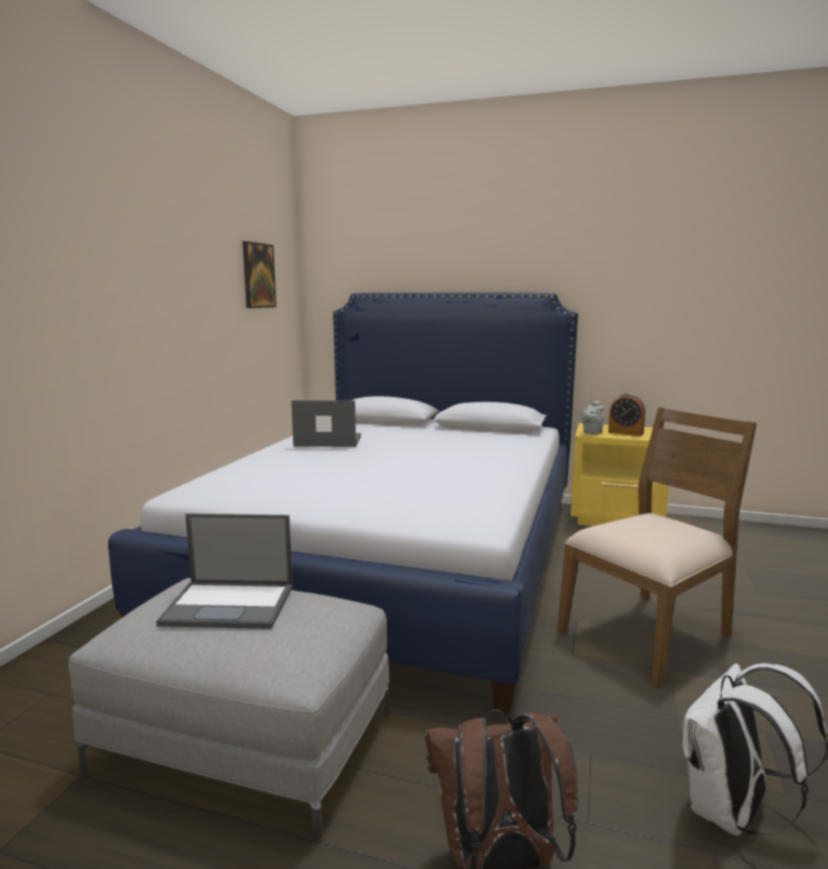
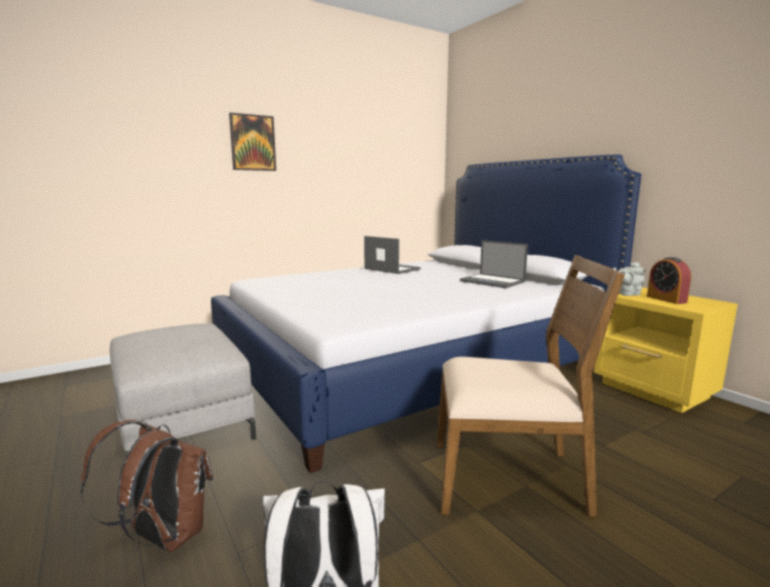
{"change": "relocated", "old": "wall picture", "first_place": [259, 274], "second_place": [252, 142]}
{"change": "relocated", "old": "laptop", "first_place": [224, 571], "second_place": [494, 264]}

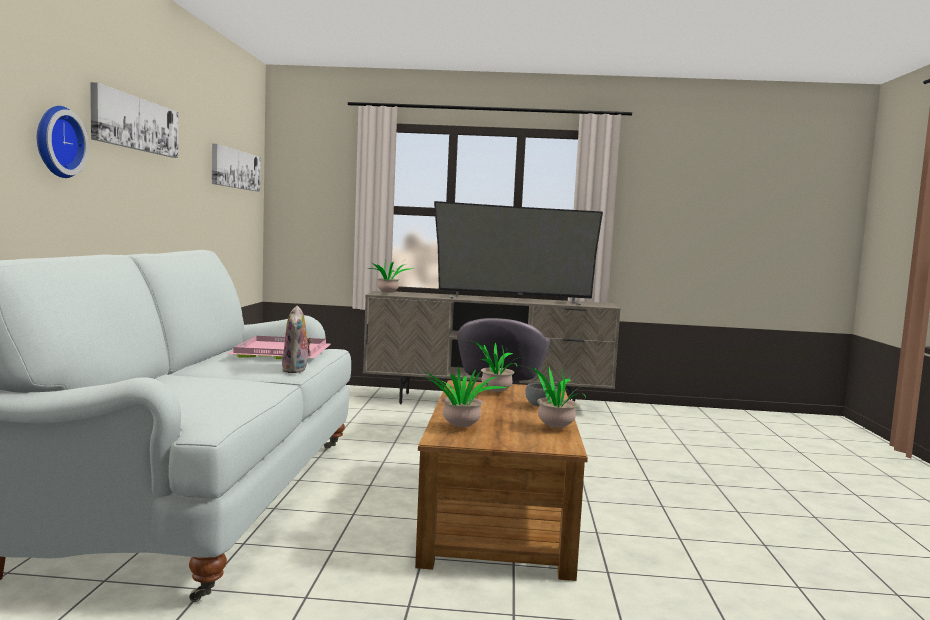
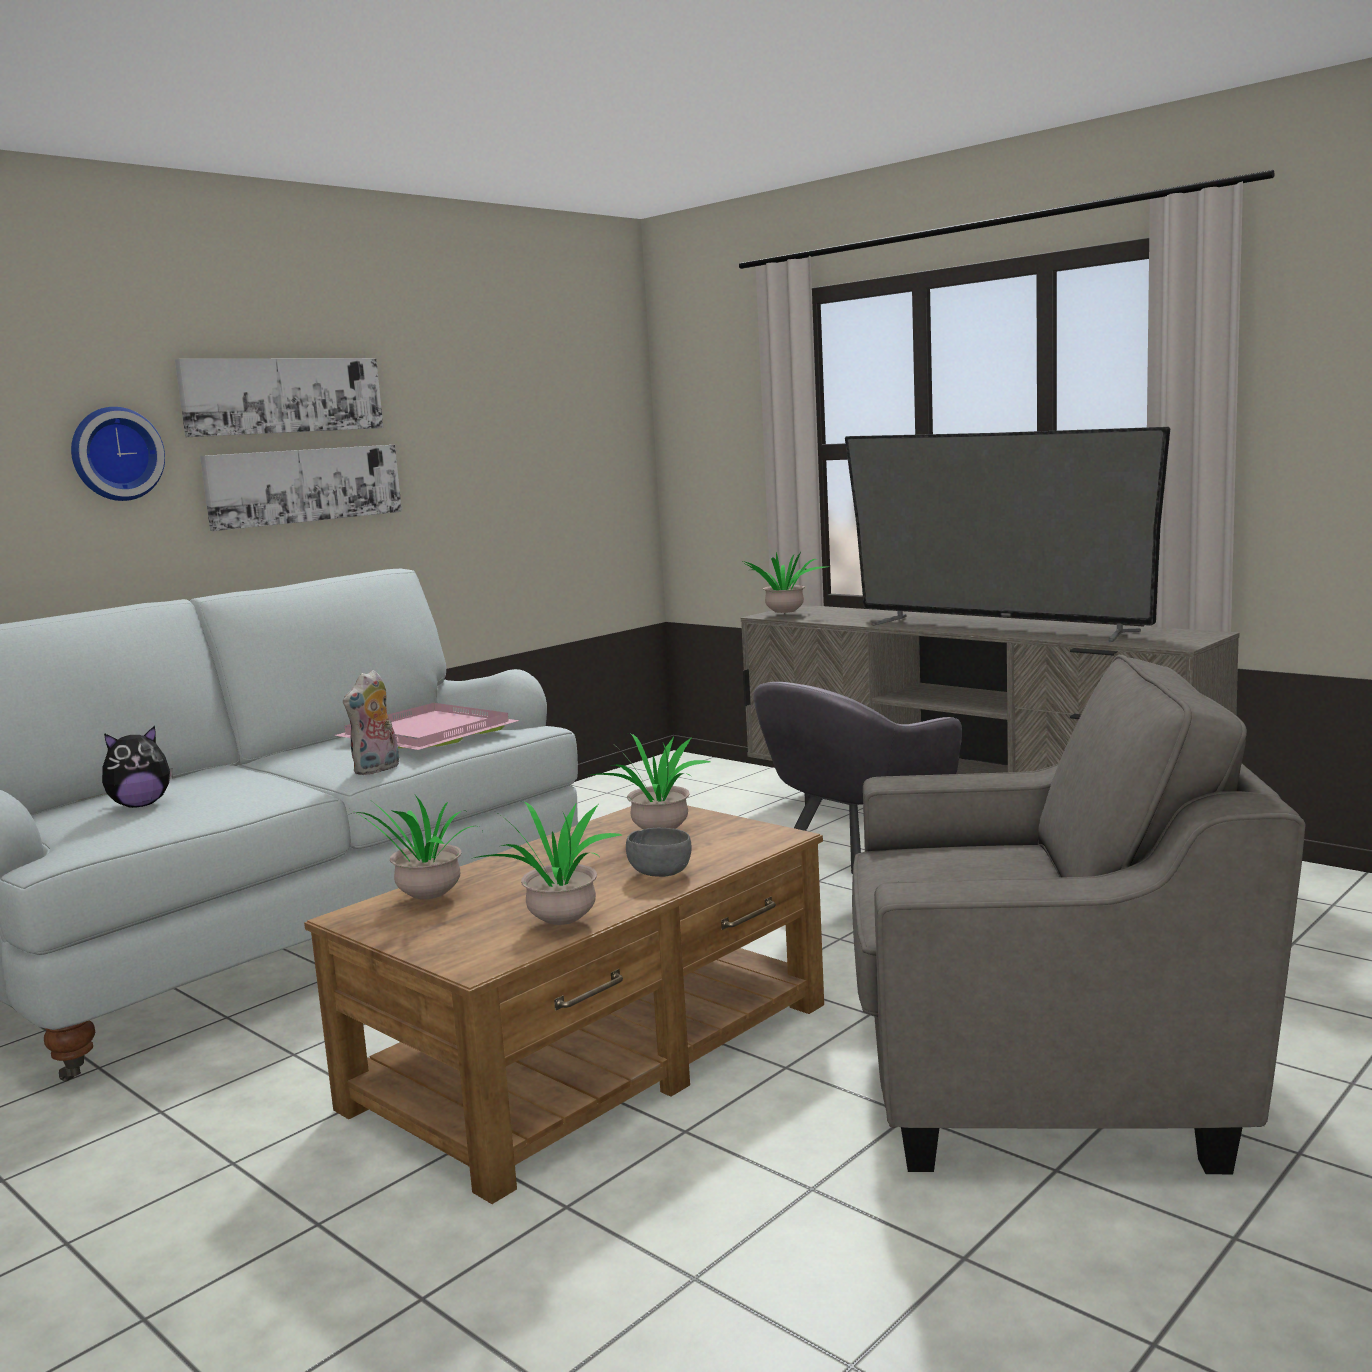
{"change": "relocated", "old": "wall picture", "first_place": [236, 167], "second_place": [301, 488]}
{"change": "appeared", "new": "lounge chair/greyish", "second_place": [1079, 914]}
{"change": "appeared", "new": "soft toy", "second_place": [137, 767]}

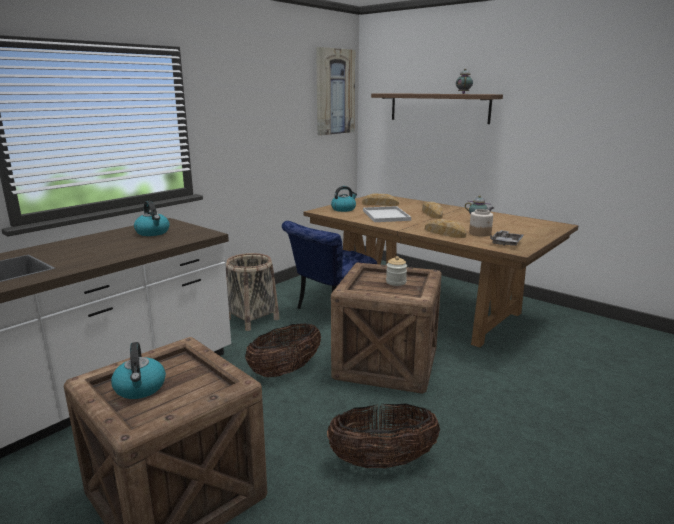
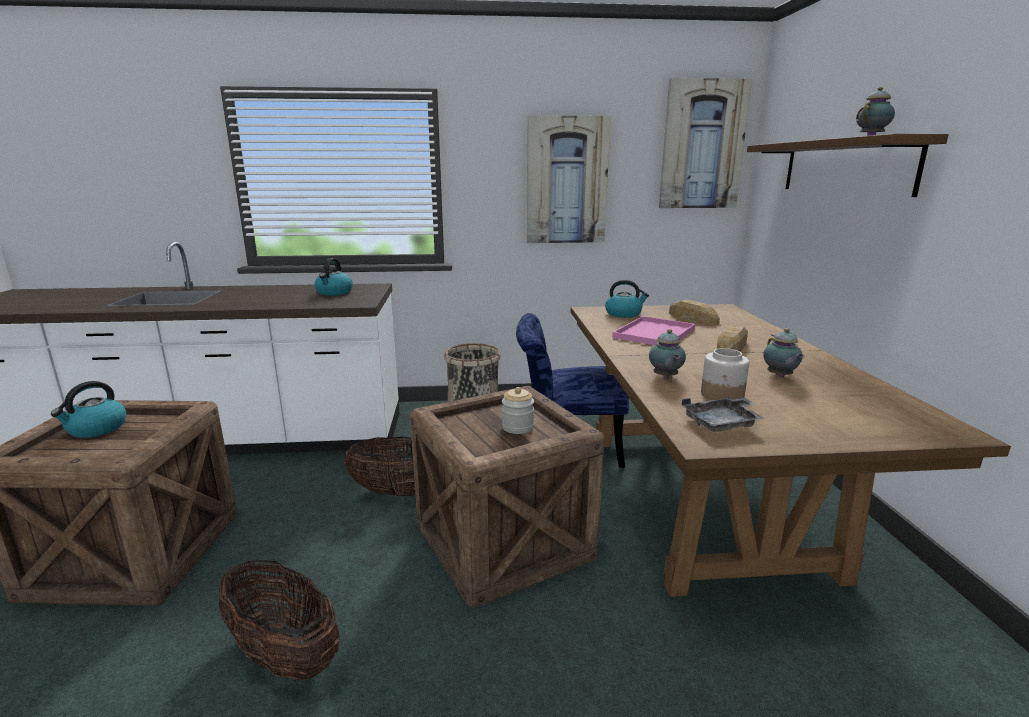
{"change": "colour", "old": "tray/white-coloured", "new": "tray/pink-coloured", "first_place": [387, 214], "second_place": [653, 330]}
{"change": "exchanged", "old": "baked bread", "new": "tea pot", "first_place": [445, 228], "second_place": [667, 353]}
{"change": "appeared", "new": "wall picture", "second_place": [569, 179]}

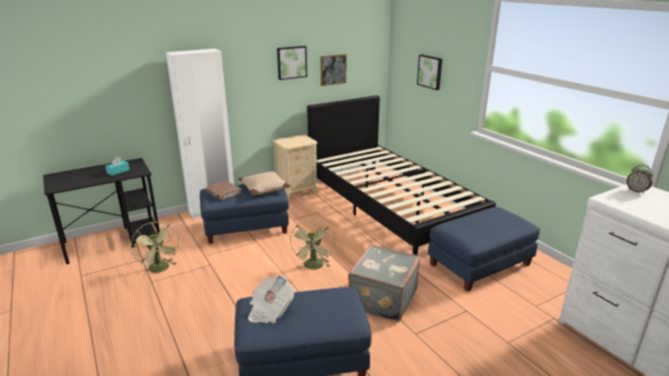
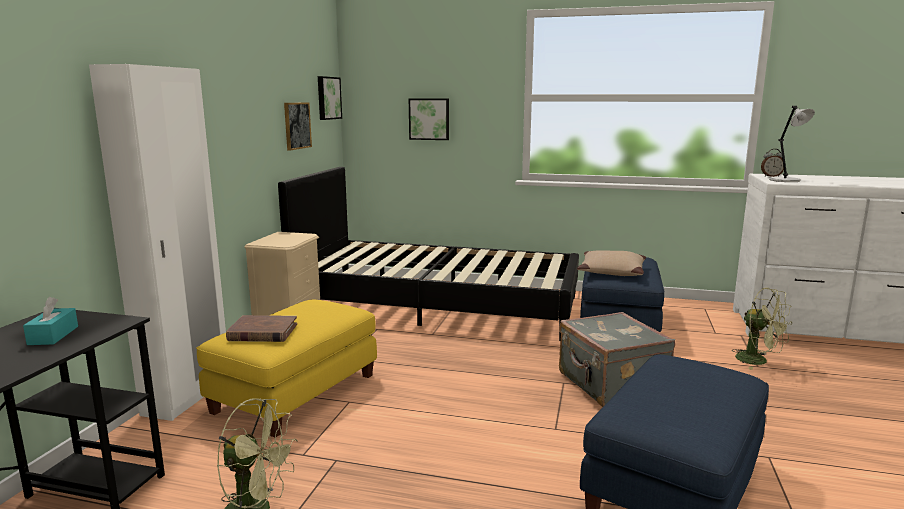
{"change": "relocated", "old": "wall picture", "first_place": [292, 63], "second_place": [330, 98]}
{"change": "relocated", "old": "throw pillow/sand-coloured", "first_place": [264, 183], "second_place": [611, 263]}
{"change": "colour", "old": "footrest/blue-coloured", "new": "footrest/yellow-coloured", "first_place": [244, 214], "second_place": [286, 368]}
{"change": "relocated", "old": "fan/green", "first_place": [312, 245], "second_place": [762, 329]}
{"change": "missing", "old": "newspaper", "first_place": [271, 299]}
{"change": "appeared", "new": "tabletop lamp/greyish", "second_place": [792, 144]}

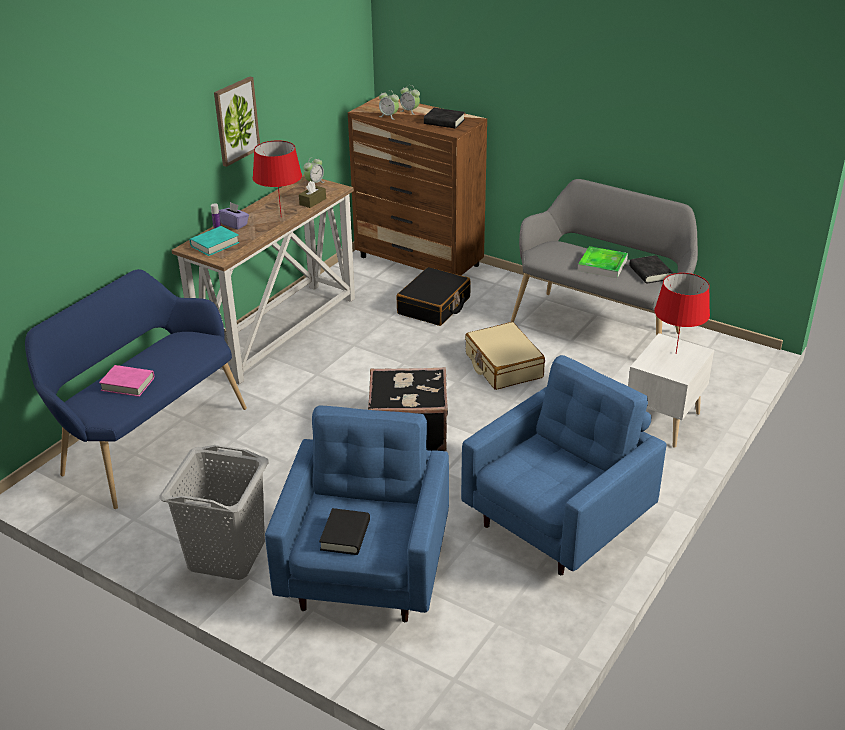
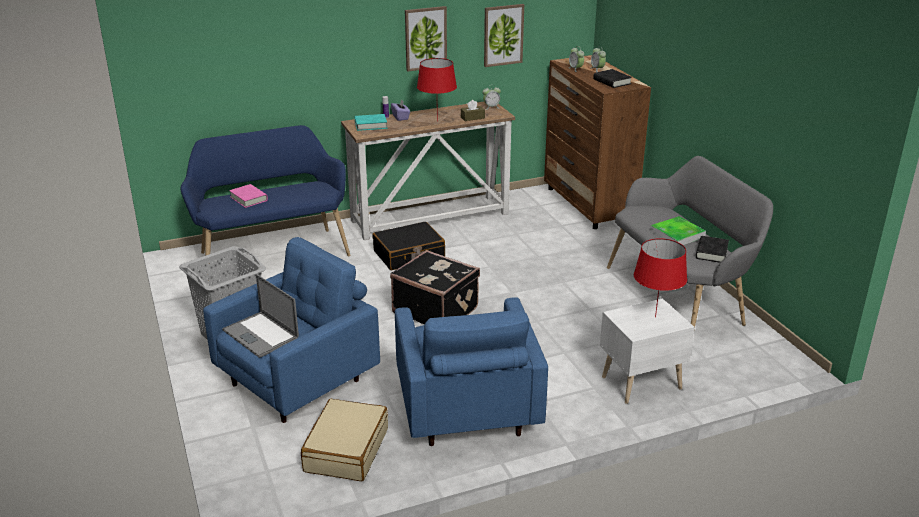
{"change": "relocated", "old": "piece of luggage/blackish", "first_place": [433, 296], "second_place": [409, 246]}
{"change": "relocated", "old": "piece of luggage/sand-coloured", "first_place": [505, 356], "second_place": [344, 440]}
{"change": "spun", "old": "lounge chair/blue-coloured", "first_place": [563, 465], "second_place": [471, 371], "degrees": 90}
{"change": "exchanged", "old": "book/blackish", "new": "laptop", "first_place": [344, 531], "second_place": [260, 316]}
{"change": "appeared", "new": "wall picture", "second_place": [504, 35]}

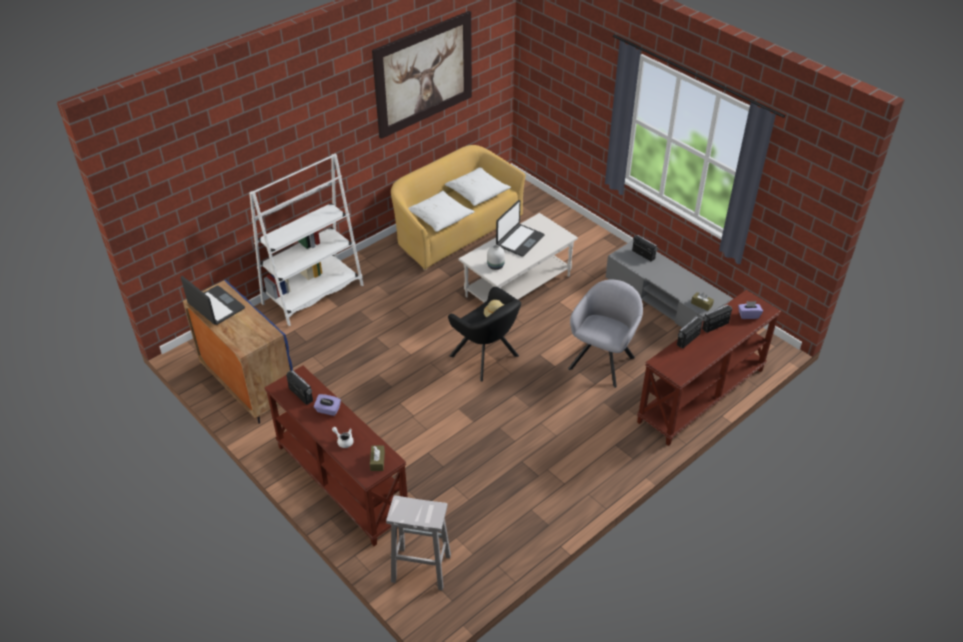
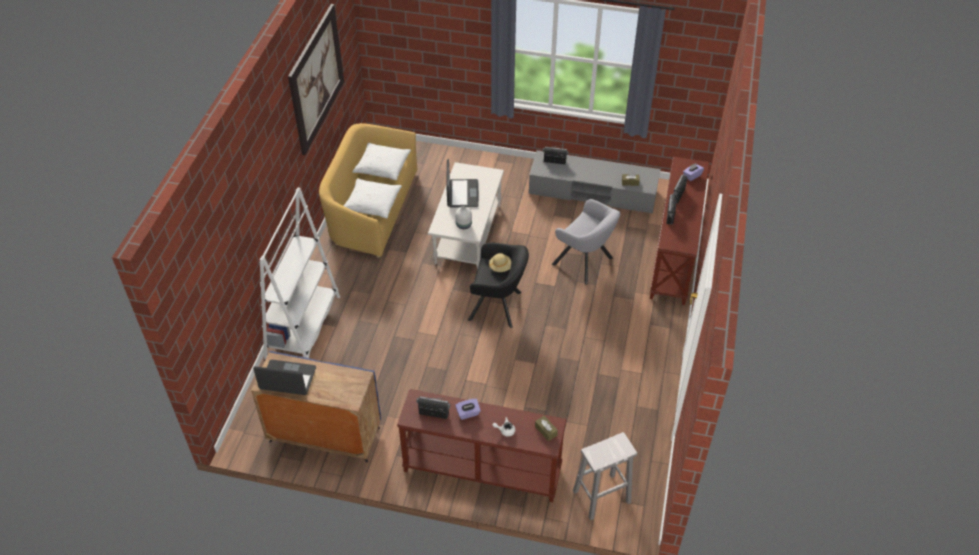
{"change": "spun", "old": "lounge chair/greyish", "first_place": [605, 334], "second_place": [586, 242], "degrees": 135}

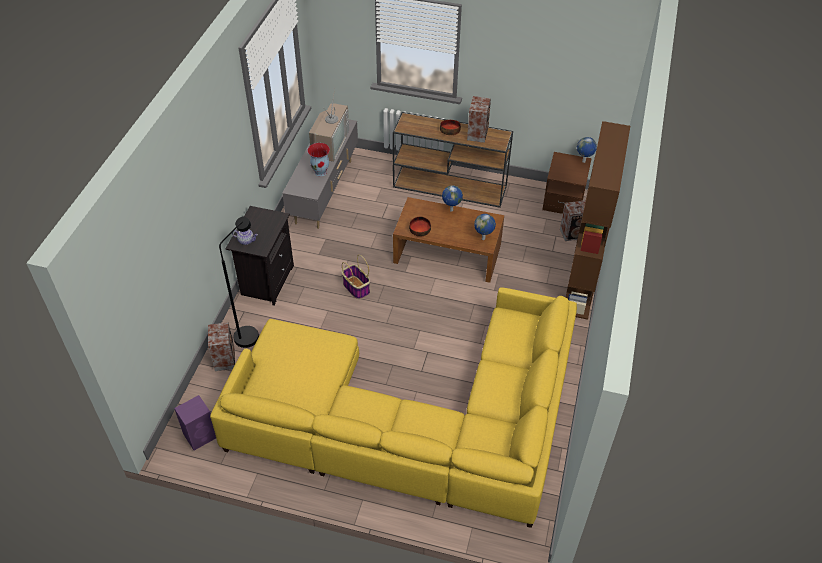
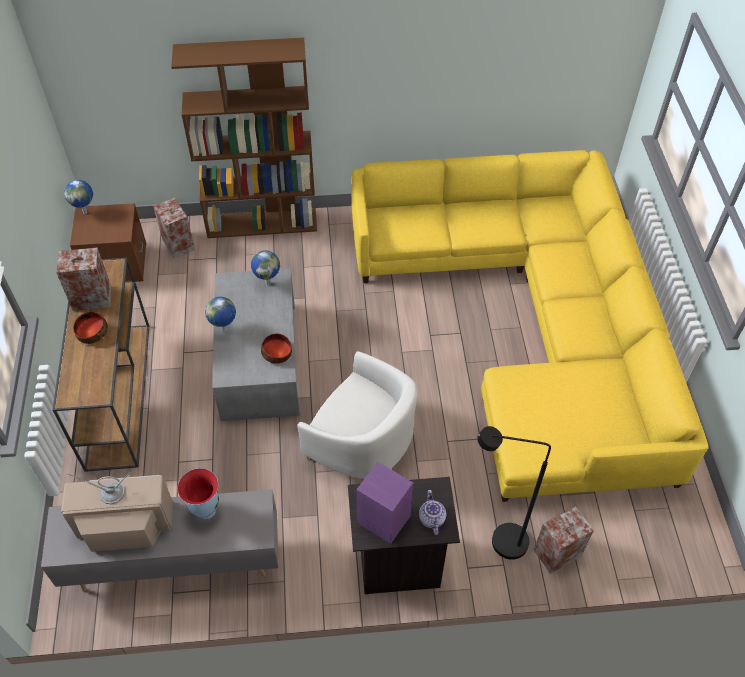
{"change": "colour", "old": "low table/brown-coloured", "new": "low table/greyish", "first_place": [448, 240], "second_place": [256, 344]}
{"change": "exchanged", "old": "household basket", "new": "lounge chair/white-coloured", "first_place": [356, 277], "second_place": [357, 415]}
{"change": "relocated", "old": "loudspeaker/purplish", "first_place": [195, 423], "second_place": [384, 503]}

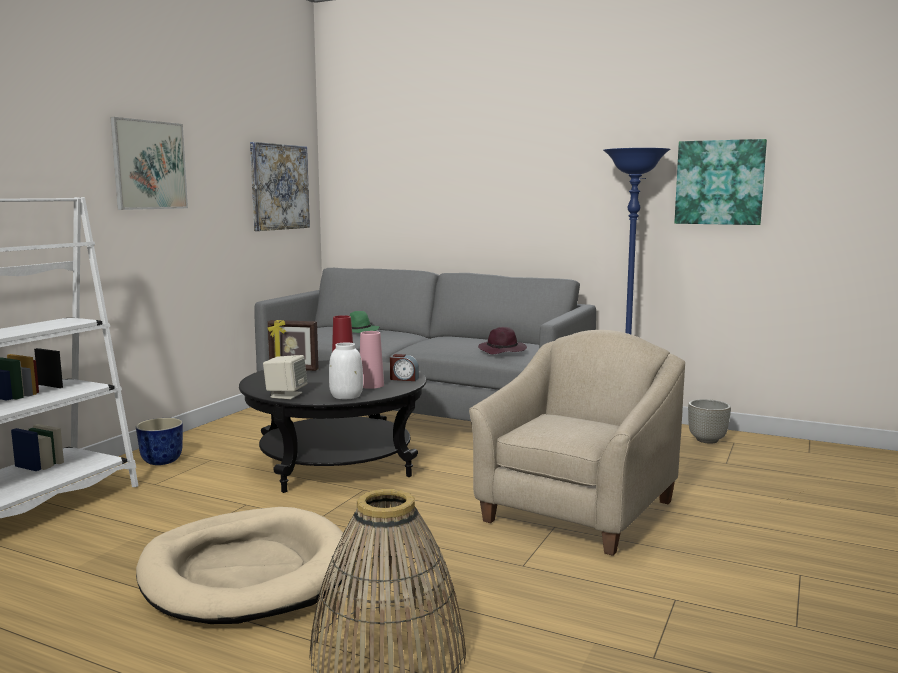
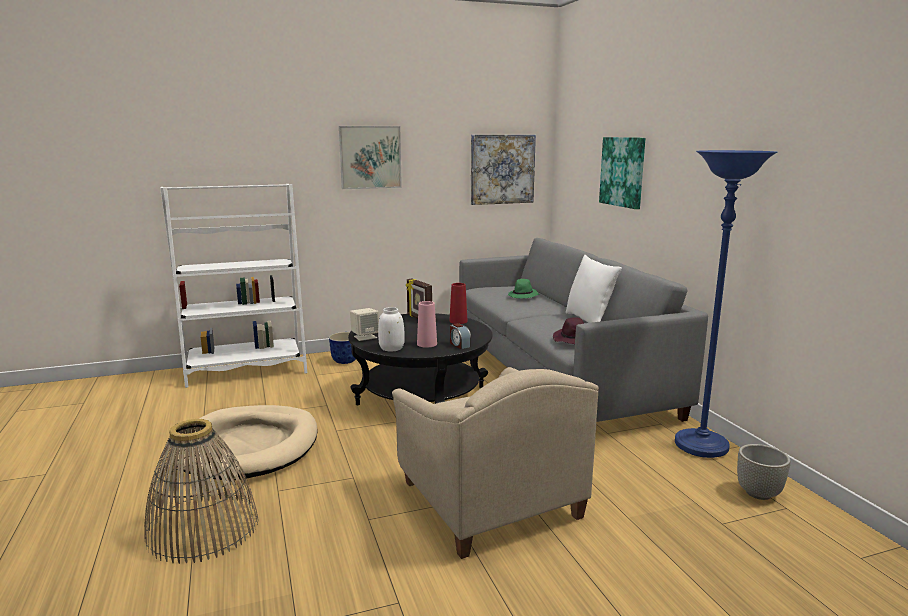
{"change": "relocated", "old": "wall picture", "first_place": [721, 182], "second_place": [622, 173]}
{"change": "spun", "old": "lounge chair/sand-coloured", "first_place": [577, 443], "second_place": [495, 463], "degrees": 75}
{"change": "appeared", "new": "throw pillow/white-coloured", "second_place": [594, 289]}

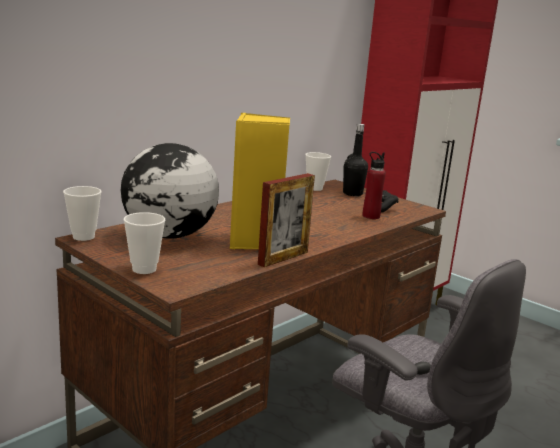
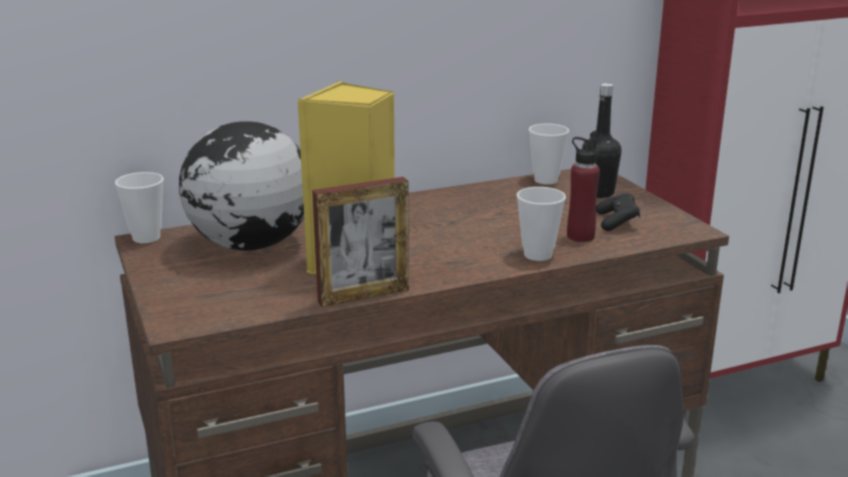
{"change": "relocated", "old": "small cup", "first_place": [144, 243], "second_place": [541, 224]}

